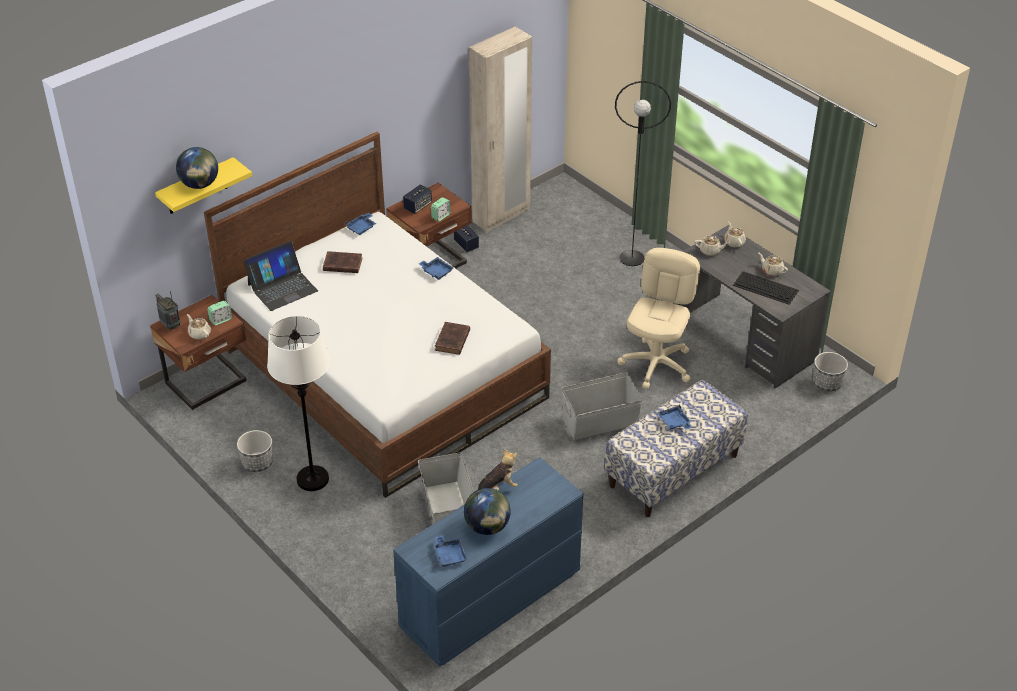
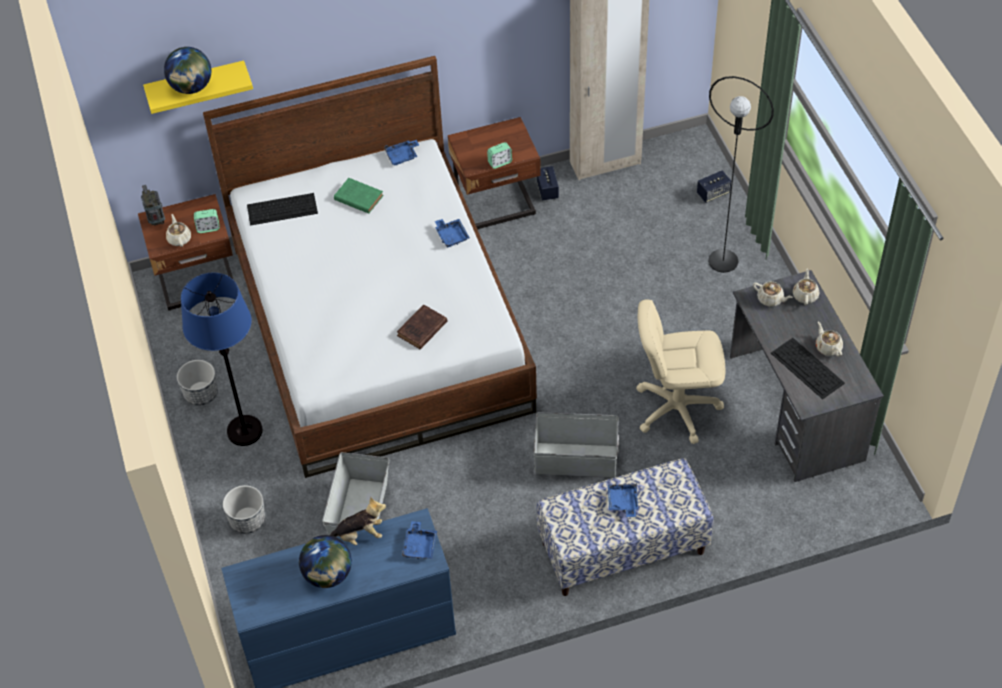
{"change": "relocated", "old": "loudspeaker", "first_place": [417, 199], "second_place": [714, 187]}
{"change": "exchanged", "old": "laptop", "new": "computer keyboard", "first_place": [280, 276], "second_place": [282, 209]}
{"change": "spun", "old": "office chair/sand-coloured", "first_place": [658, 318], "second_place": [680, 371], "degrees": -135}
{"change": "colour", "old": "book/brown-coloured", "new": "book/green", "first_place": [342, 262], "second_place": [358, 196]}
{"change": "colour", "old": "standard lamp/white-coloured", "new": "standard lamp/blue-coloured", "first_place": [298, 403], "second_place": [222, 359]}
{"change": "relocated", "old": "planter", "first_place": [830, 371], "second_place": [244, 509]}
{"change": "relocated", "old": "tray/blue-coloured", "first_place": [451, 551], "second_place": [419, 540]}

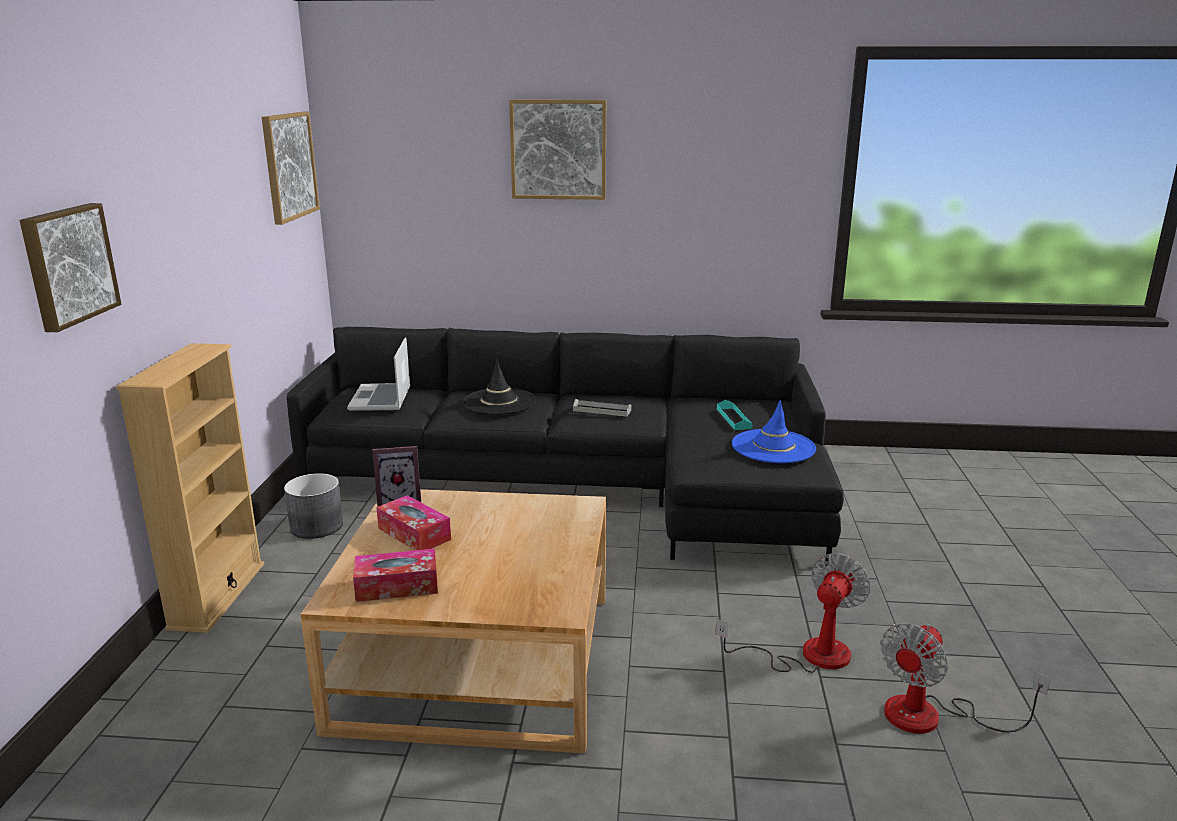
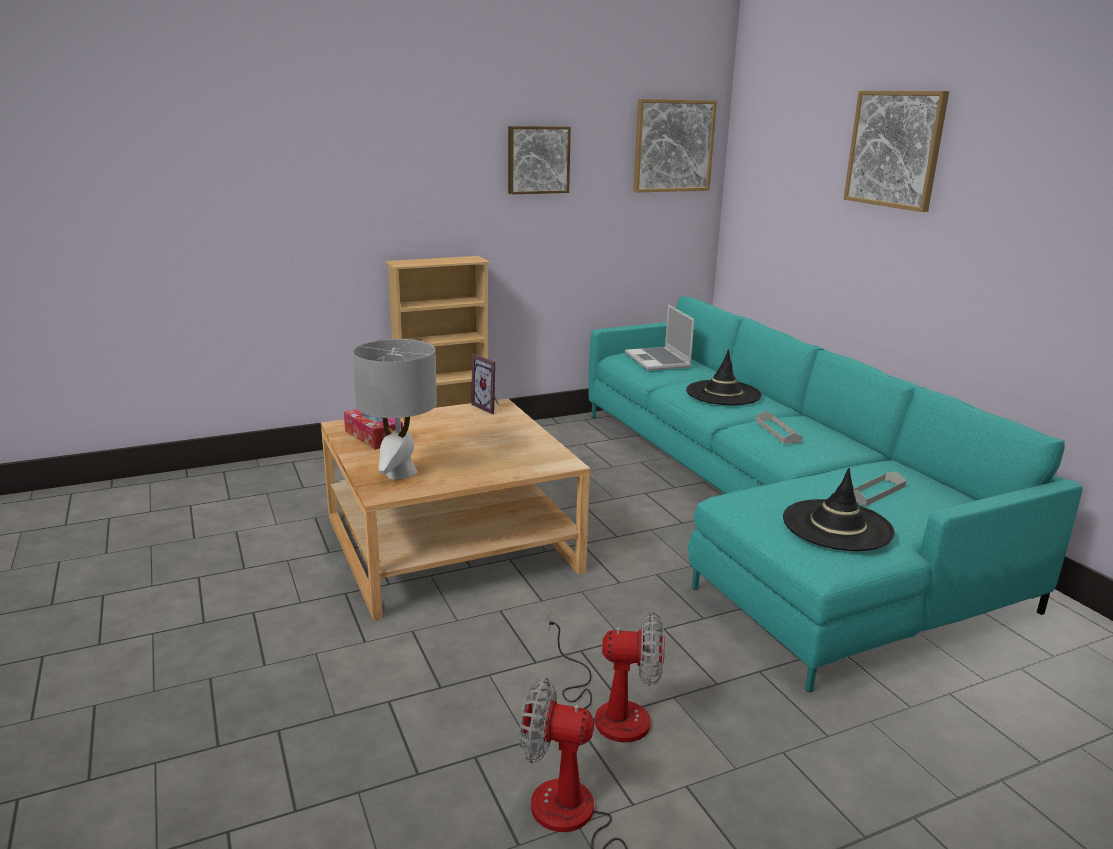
{"change": "relocated", "old": "wall picture", "first_place": [70, 267], "second_place": [539, 160]}
{"change": "colour", "old": "sofa/blackish", "new": "sofa/turquoise-coloured", "first_place": [565, 446], "second_place": [835, 494]}
{"change": "spun", "old": "laptop", "first_place": [378, 374], "second_place": [660, 338], "degrees": -75}
{"change": "colour", "old": "tray/turquoise-coloured", "new": "tray/greyish", "first_place": [735, 415], "second_place": [879, 489]}
{"change": "colour", "old": "clothing hat/blue-coloured", "new": "clothing hat/blackish", "first_place": [774, 431], "second_place": [839, 509]}
{"change": "missing", "old": "planter/greyish", "first_place": [313, 506]}
{"change": "missing", "old": "tissue box", "first_place": [413, 522]}
{"change": "appeared", "new": "tabletop lamp/greyish", "second_place": [395, 409]}

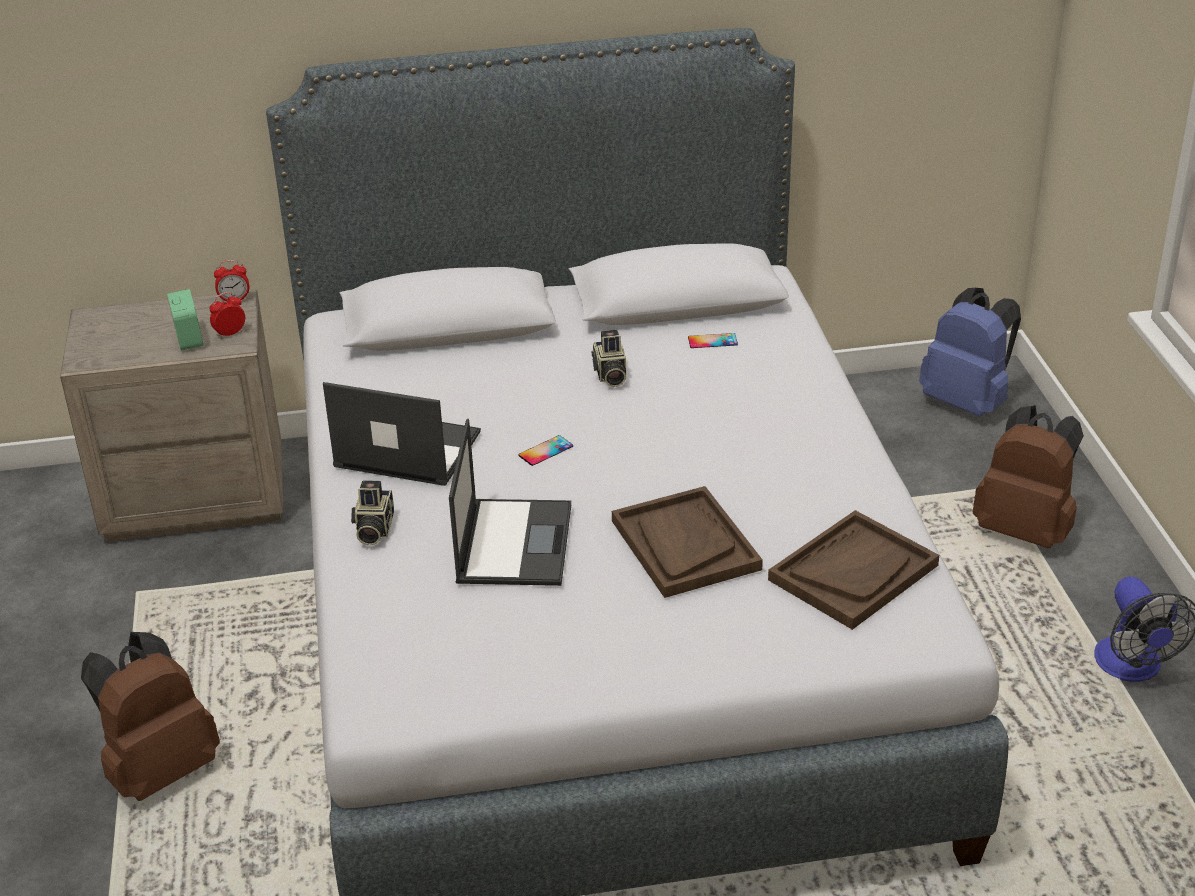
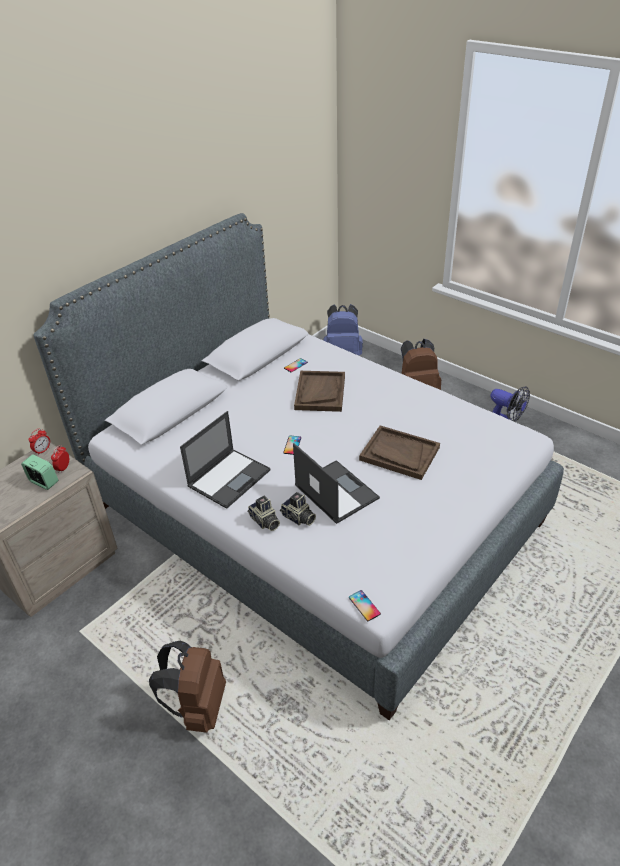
{"change": "relocated", "old": "still camera", "first_place": [608, 358], "second_place": [298, 509]}
{"change": "spun", "old": "laptop", "first_place": [402, 434], "second_place": [225, 460], "degrees": 150}
{"change": "relocated", "old": "tray/brown-coloured", "first_place": [853, 570], "second_place": [319, 391]}
{"change": "appeared", "new": "handset", "second_place": [365, 605]}

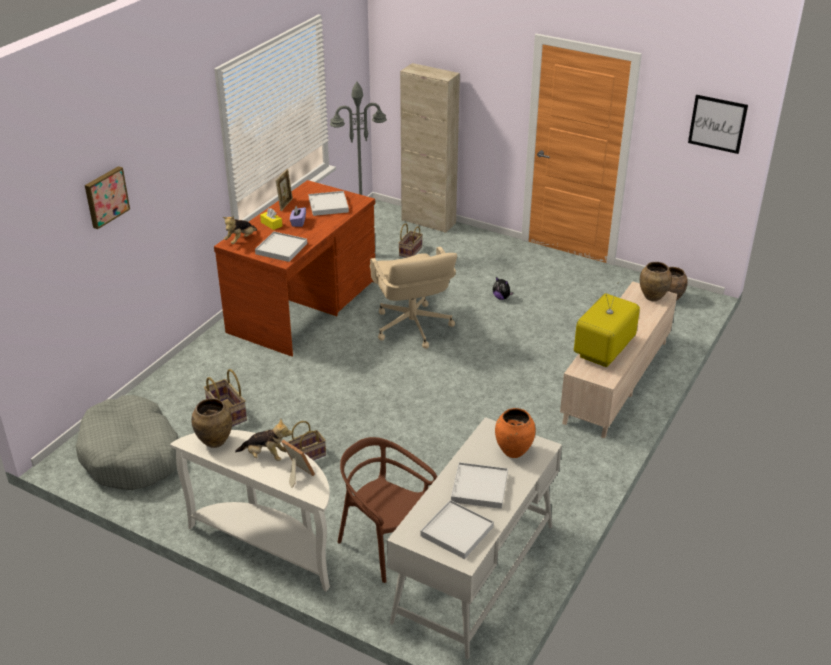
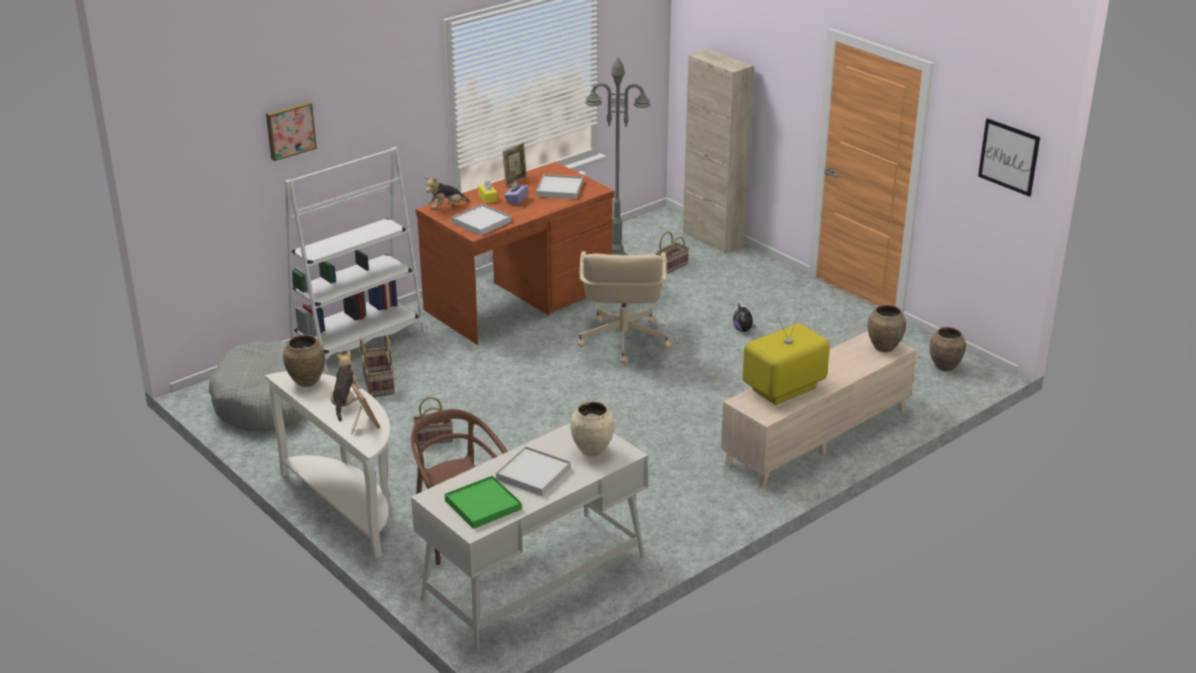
{"change": "colour", "old": "flower vase/orange", "new": "flower vase/sand-coloured", "first_place": [515, 433], "second_place": [592, 429]}
{"change": "spun", "old": "soft toy", "first_place": [264, 440], "second_place": [346, 386], "degrees": -120}
{"change": "colour", "old": "tray/white-coloured", "new": "tray/green", "first_place": [457, 529], "second_place": [483, 502]}
{"change": "appeared", "new": "bookshelf/white-coloured", "second_place": [355, 259]}

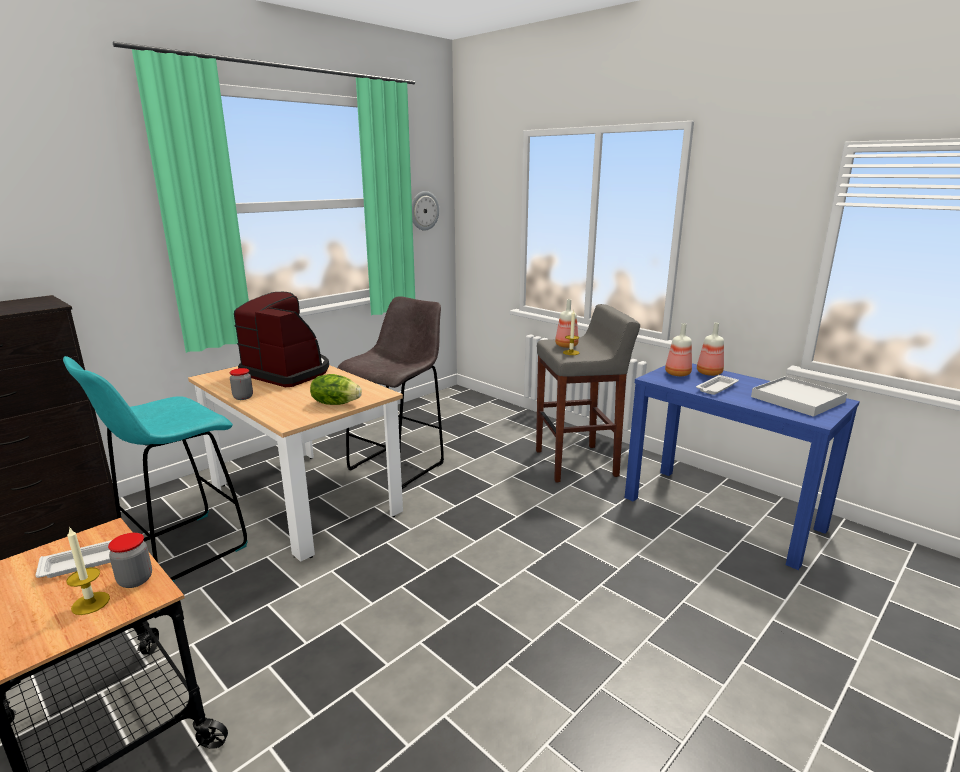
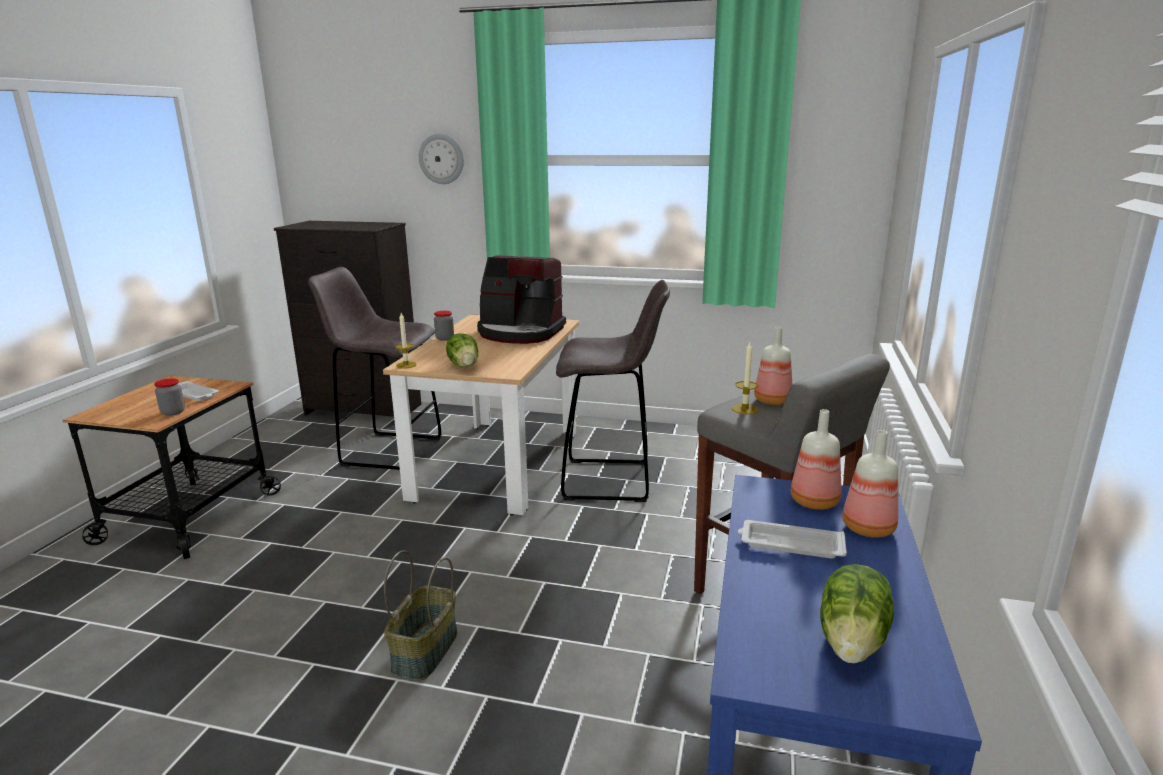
{"change": "relocated", "old": "wall clock", "first_place": [425, 211], "second_place": [441, 159]}
{"change": "spun", "old": "coffee brewer", "first_place": [281, 339], "second_place": [521, 299], "degrees": 105}
{"change": "colour", "old": "stool/turquoise-coloured", "new": "stool/greyish", "first_place": [155, 469], "second_place": [374, 368]}
{"change": "exchanged", "old": "tray/white-coloured", "new": "lettuce", "first_place": [799, 396], "second_place": [857, 614]}
{"change": "relocated", "old": "wax light", "first_place": [88, 571], "second_place": [406, 341]}
{"change": "appeared", "new": "household basket", "second_place": [420, 615]}

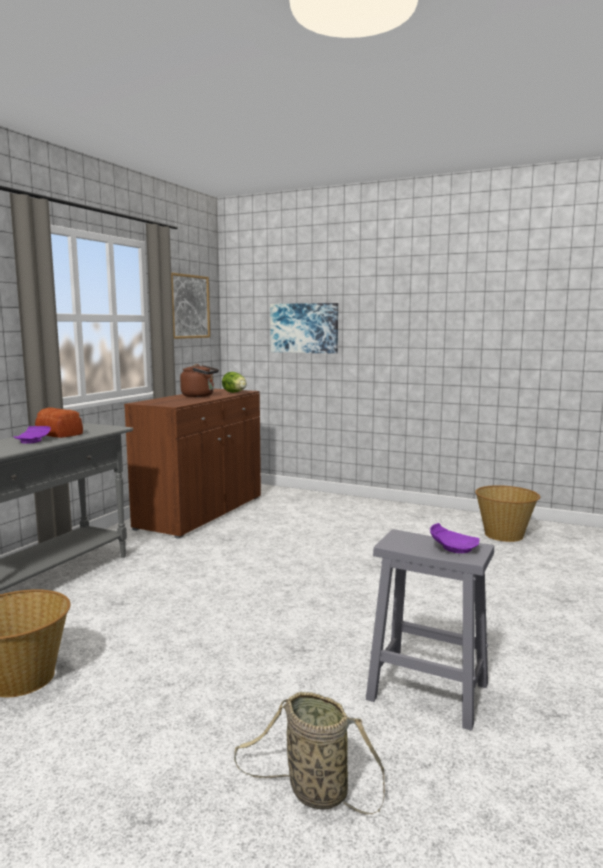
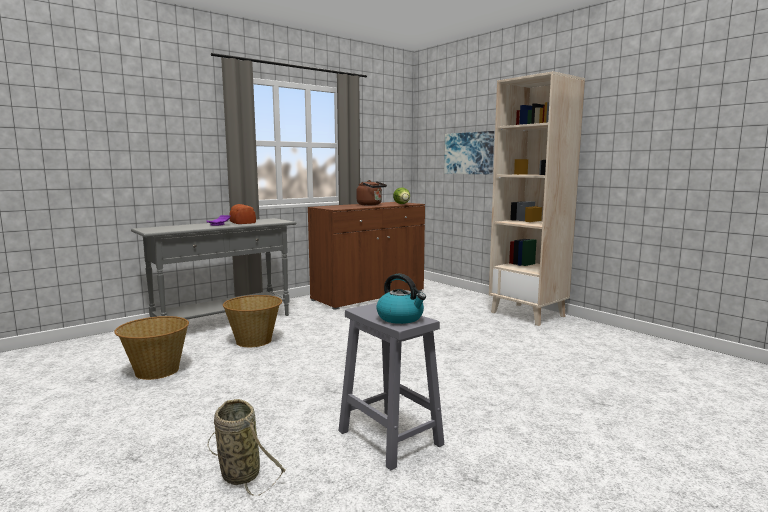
{"change": "missing", "old": "wall picture", "first_place": [190, 305]}
{"change": "relocated", "old": "household basket", "first_place": [507, 513], "second_place": [252, 321]}
{"change": "exchanged", "old": "plate/purplish", "new": "tea kettle", "first_place": [455, 538], "second_place": [401, 299]}
{"change": "appeared", "new": "bookshelf/sand-coloured", "second_place": [537, 198]}

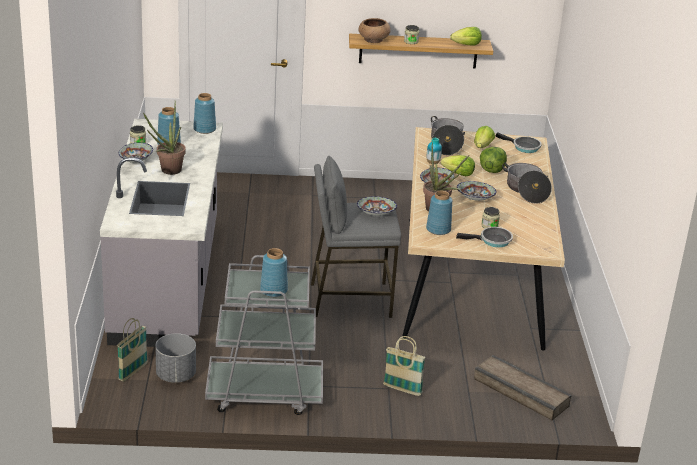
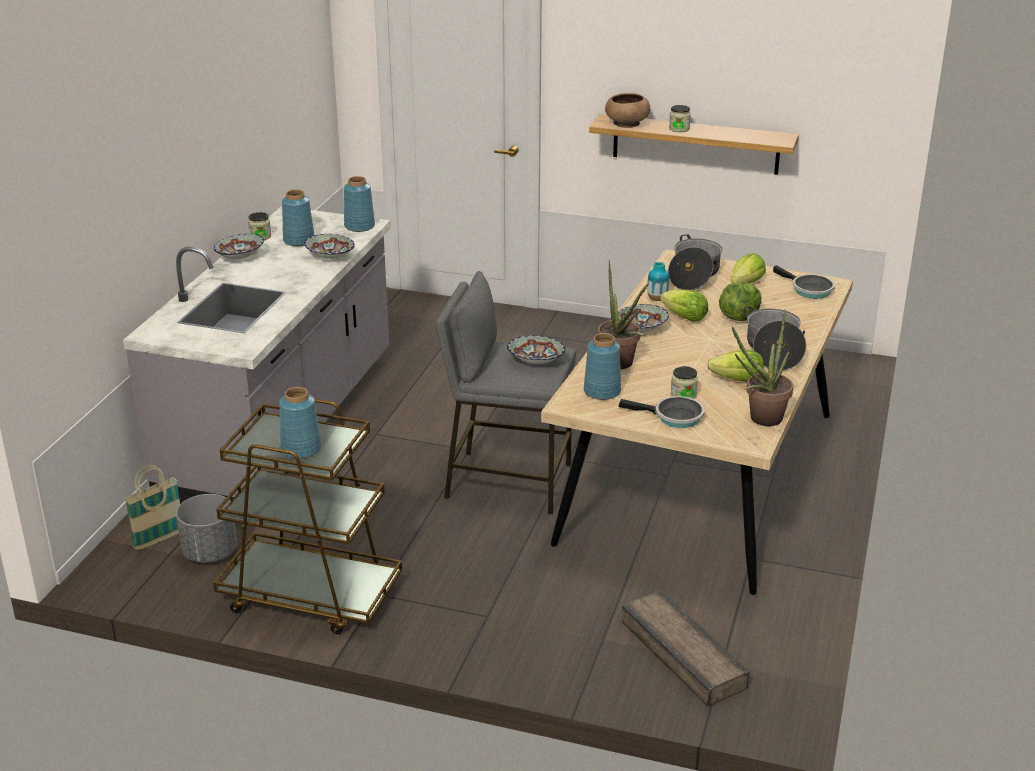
{"change": "relocated", "old": "lettuce", "first_place": [466, 36], "second_place": [735, 366]}
{"change": "relocated", "old": "plant in a pot", "first_place": [164, 139], "second_place": [762, 367]}
{"change": "relocated", "old": "serving bowl", "first_place": [476, 191], "second_place": [329, 246]}
{"change": "colour", "old": "cart/greyish", "new": "cart/brown-coloured", "first_place": [264, 335], "second_place": [307, 516]}
{"change": "missing", "old": "household basket", "first_place": [404, 366]}

